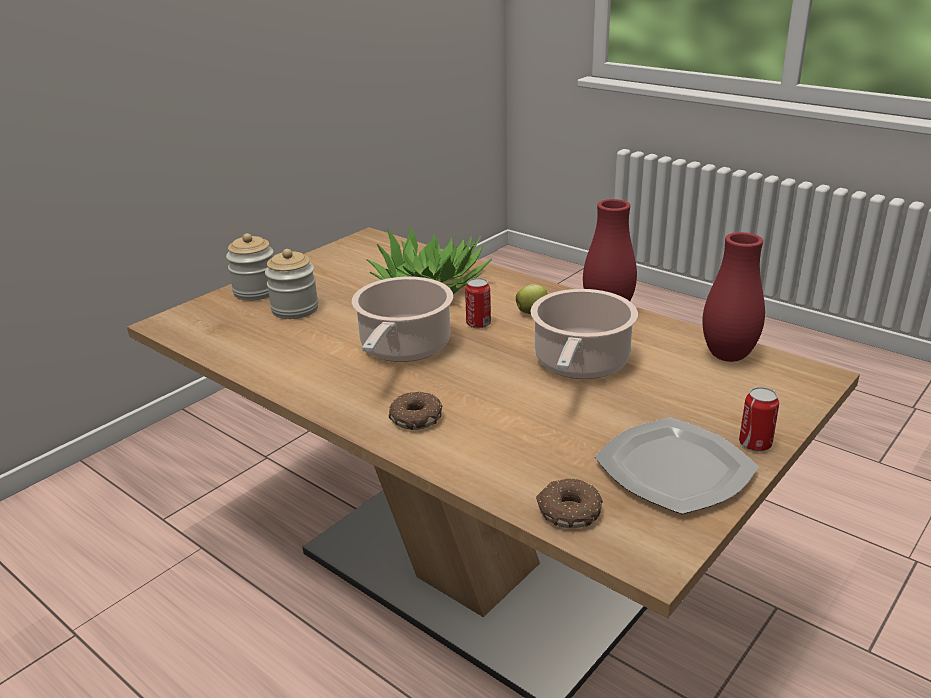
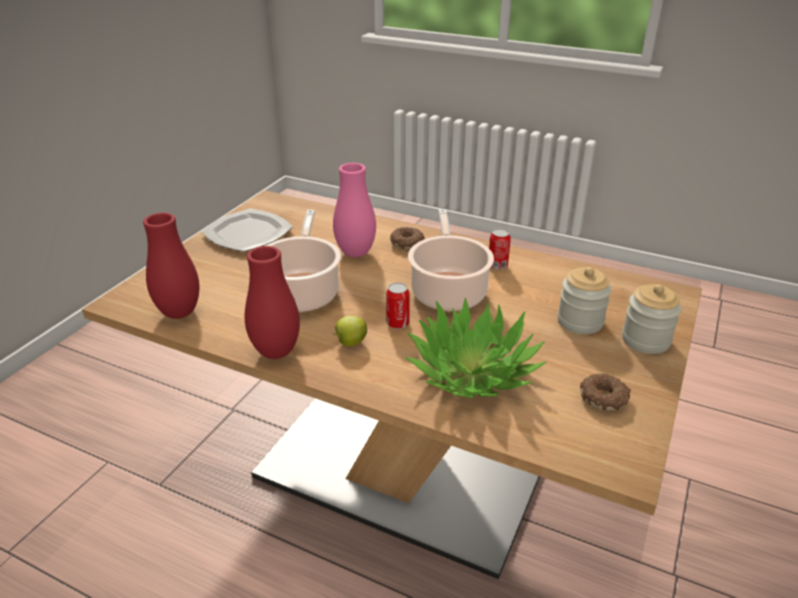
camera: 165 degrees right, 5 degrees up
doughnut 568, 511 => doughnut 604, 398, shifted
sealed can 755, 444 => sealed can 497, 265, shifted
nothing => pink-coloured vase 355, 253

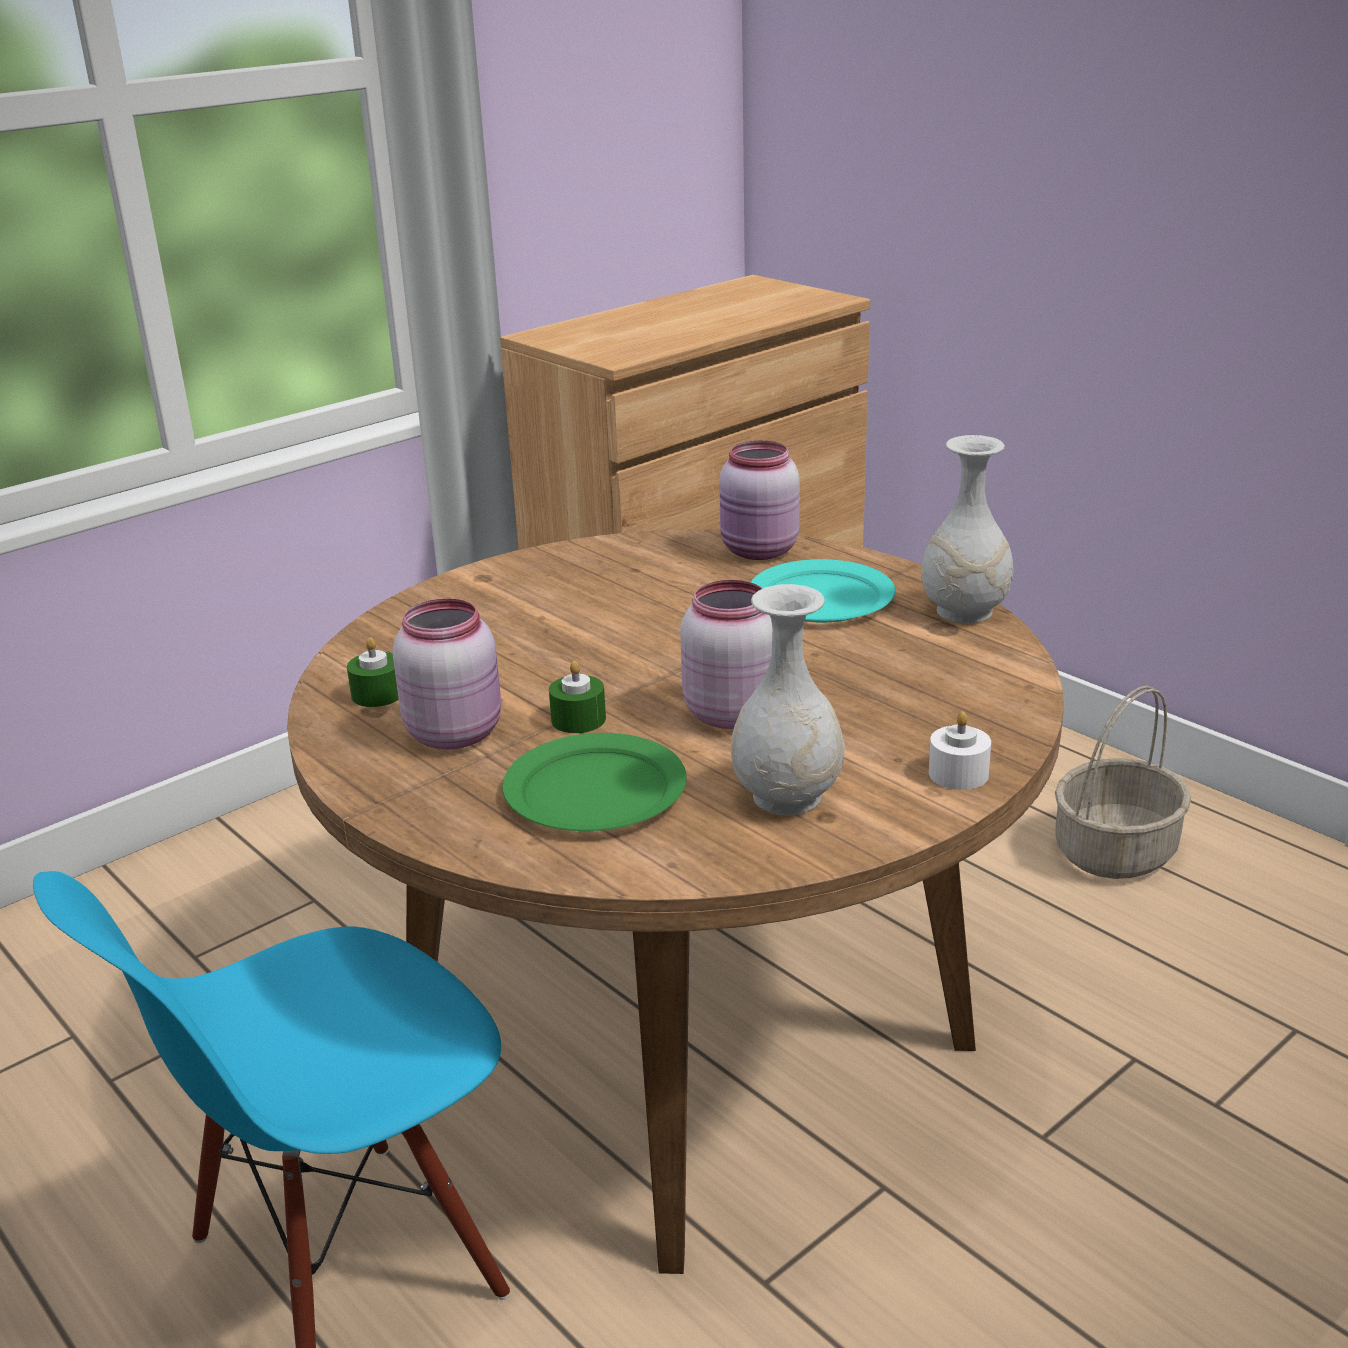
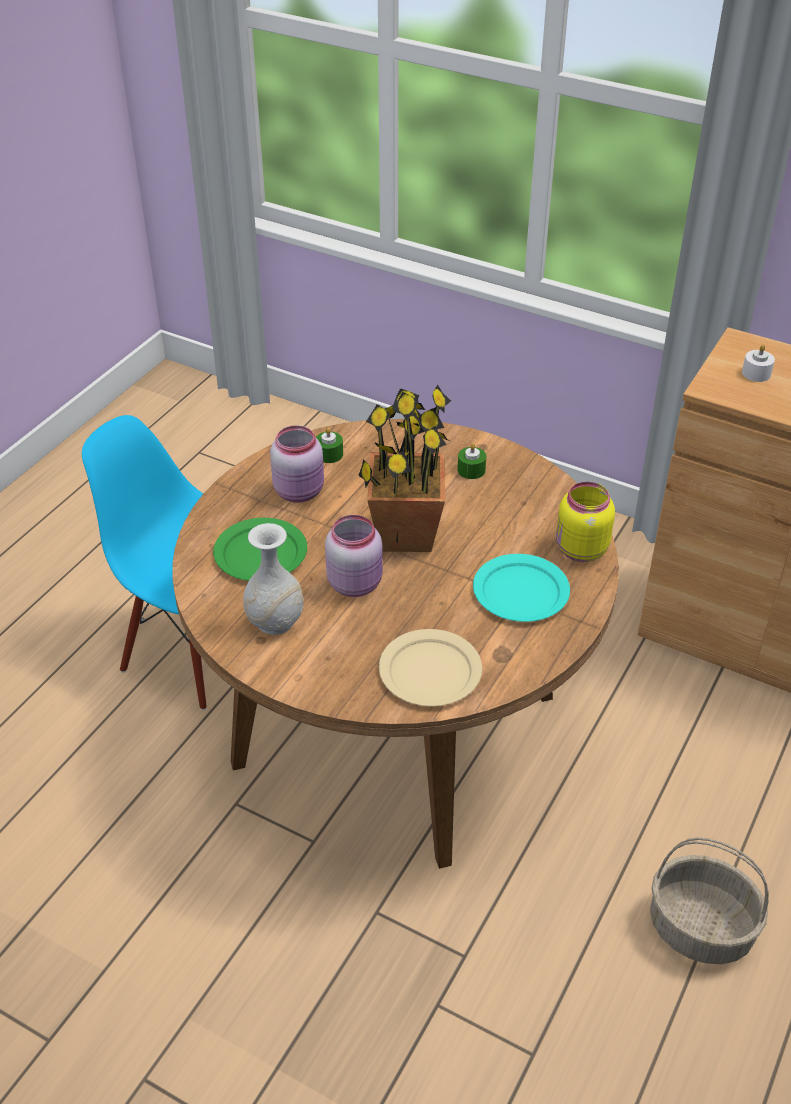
camera: 70 degrees right, 15 degrees up
green-coloured wax light 578, 719 => green-coloured wax light 471, 470, shifted
pink-coloured storage jar 760, 551 => yellowish storage jar 580, 550
whitish vase 963, 612 => nothing
whitish wax light 958, 774 => whitish wax light 756, 373, shifted
nothing => plant in a pot 405, 534
nothing => sand-coloured plate 429, 671

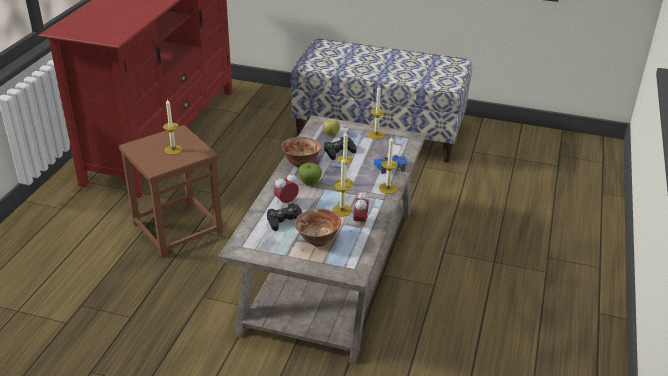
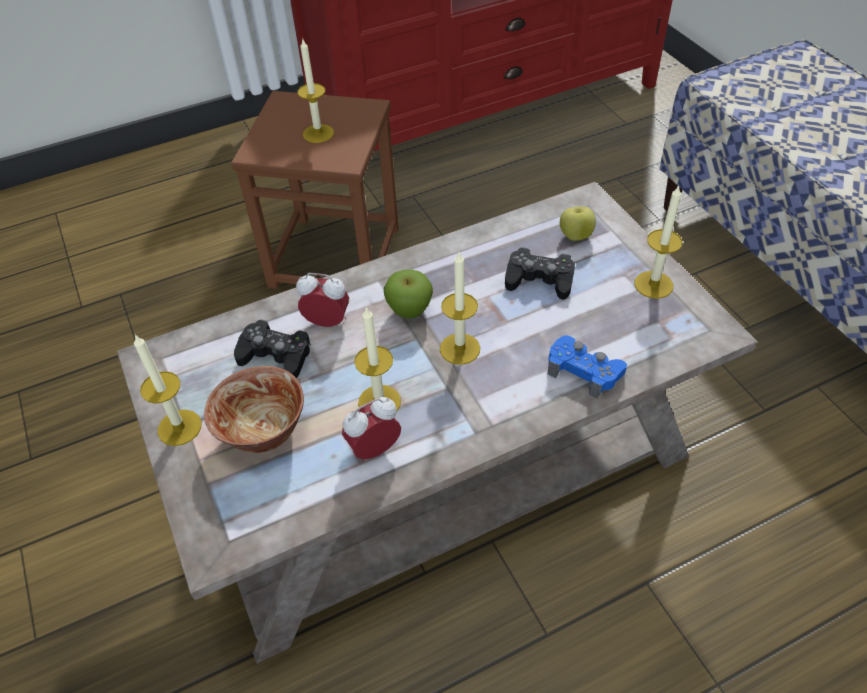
camera: 50 degrees right, 15 degrees up
bowl 301, 163 => nothing
wax light 388, 188 => wax light 179, 427, shifted

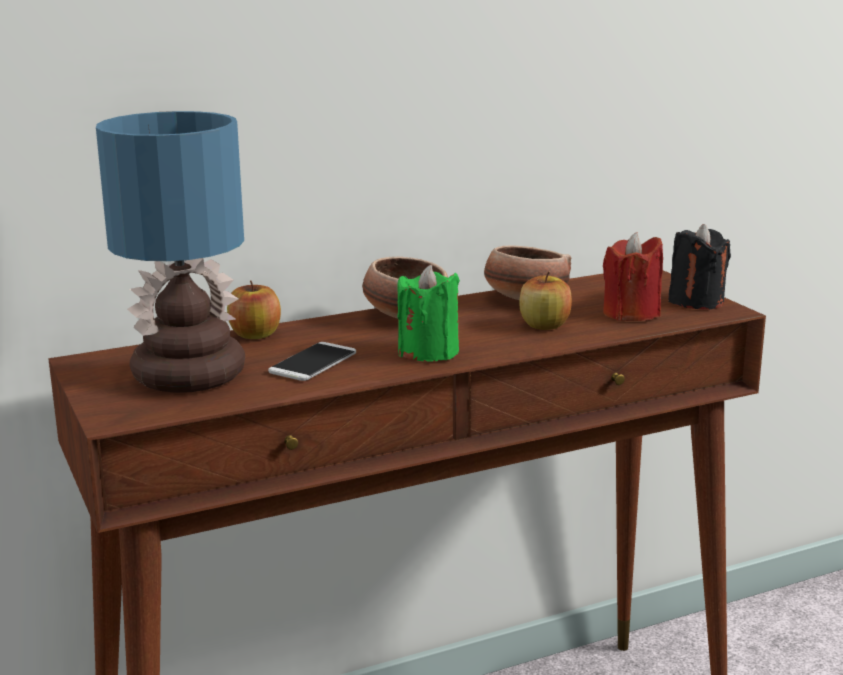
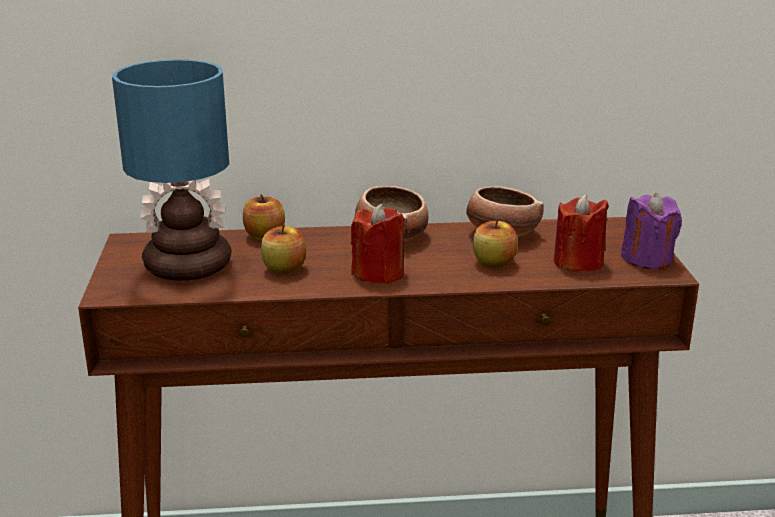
camera: 20 degrees right, 5 degrees up
telephone 313, 363 => apple fruit 284, 269
green-coloured wax light 428, 352 => reddish wax light 378, 274
blackish wax light 696, 301 => purple wax light 647, 259

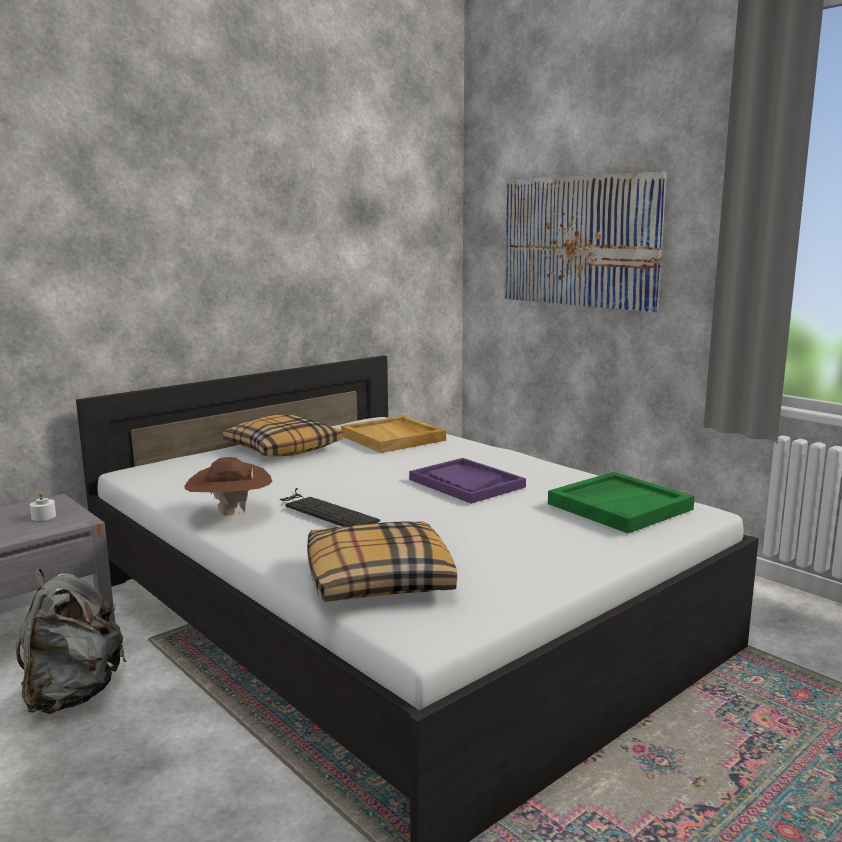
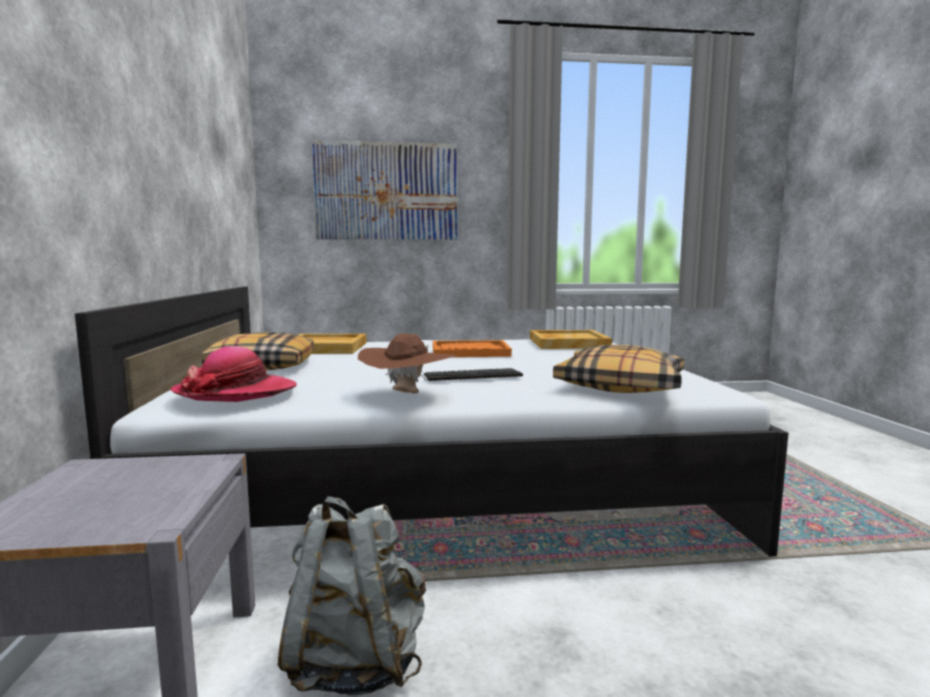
camera: 55 degrees left, 5 degrees down
whitish wax light 43, 516 => nothing
purple carrying tray 466, 483 => orange carrying tray 470, 352
green-coloured carrying tray 619, 506 => sand-coloured carrying tray 567, 343
nothing => clothing hat 236, 392

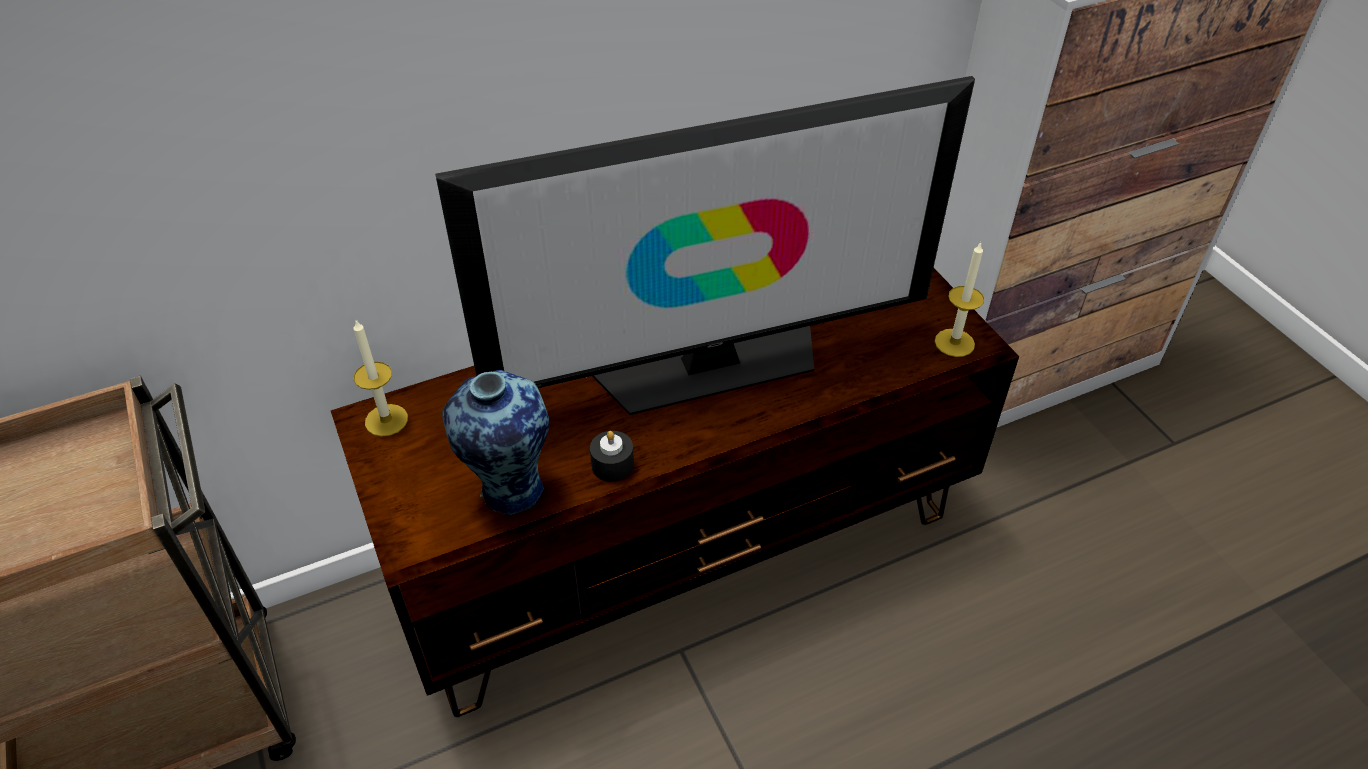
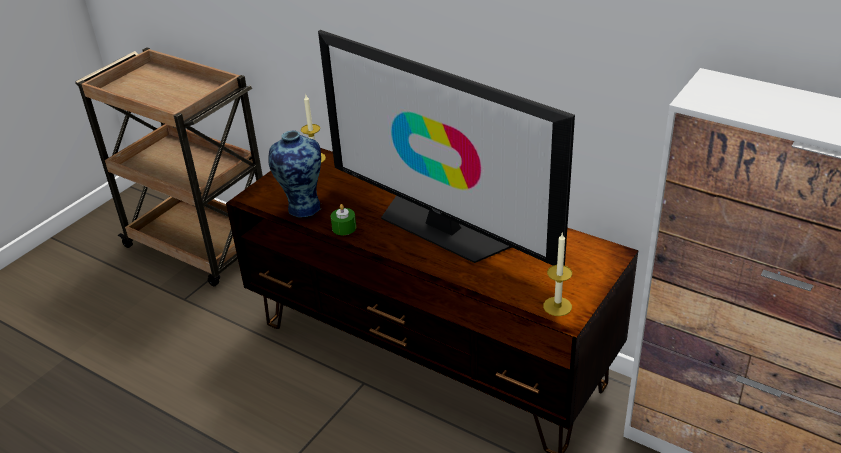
camera: 60 degrees right, 10 degrees down
blackish wax light 612, 465 => green-coloured wax light 344, 228

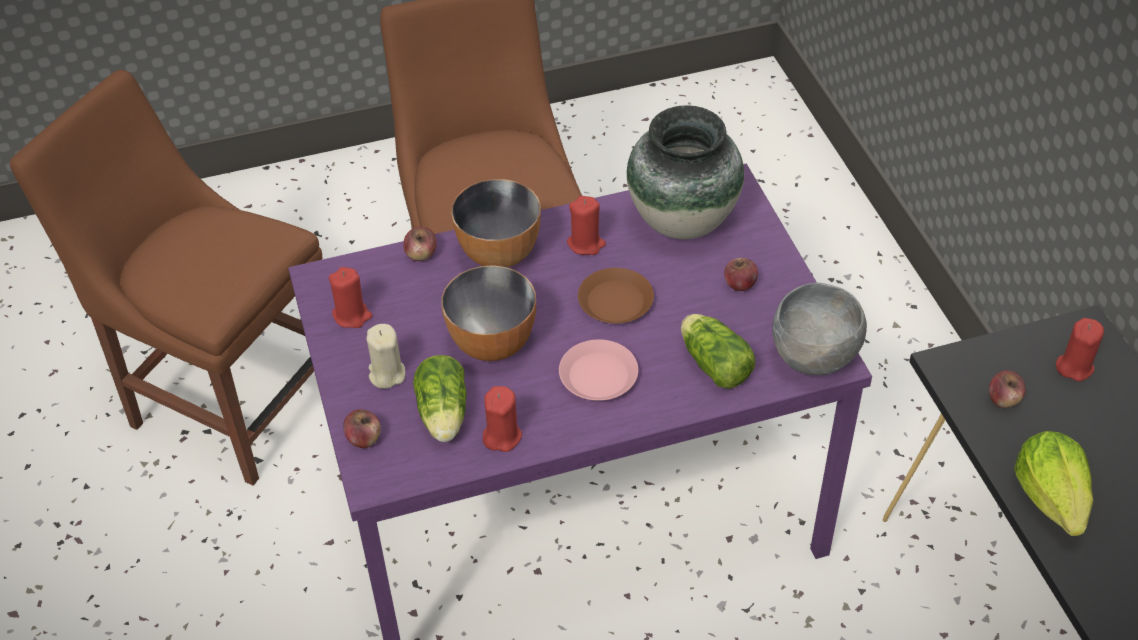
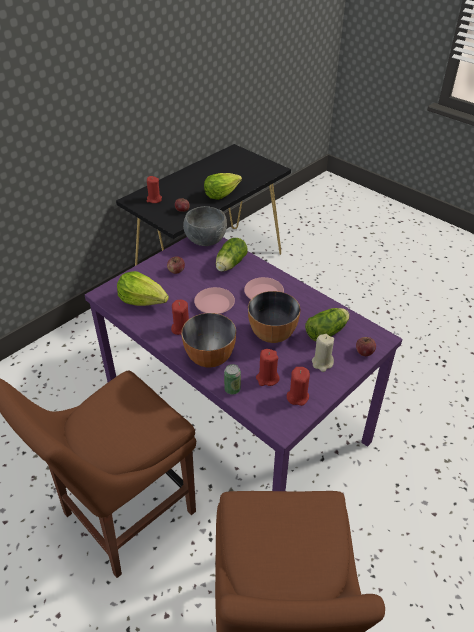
camera: 120 degrees left, 5 degrees down
apple fruit 421, 254 => sealed can 232, 389
reddish wax light 502, 436 => reddish wax light 267, 378, shifted
brownish plate 615, 302 => pink-coloured plate 214, 304
vase 683, 221 => head of lettuce 143, 300

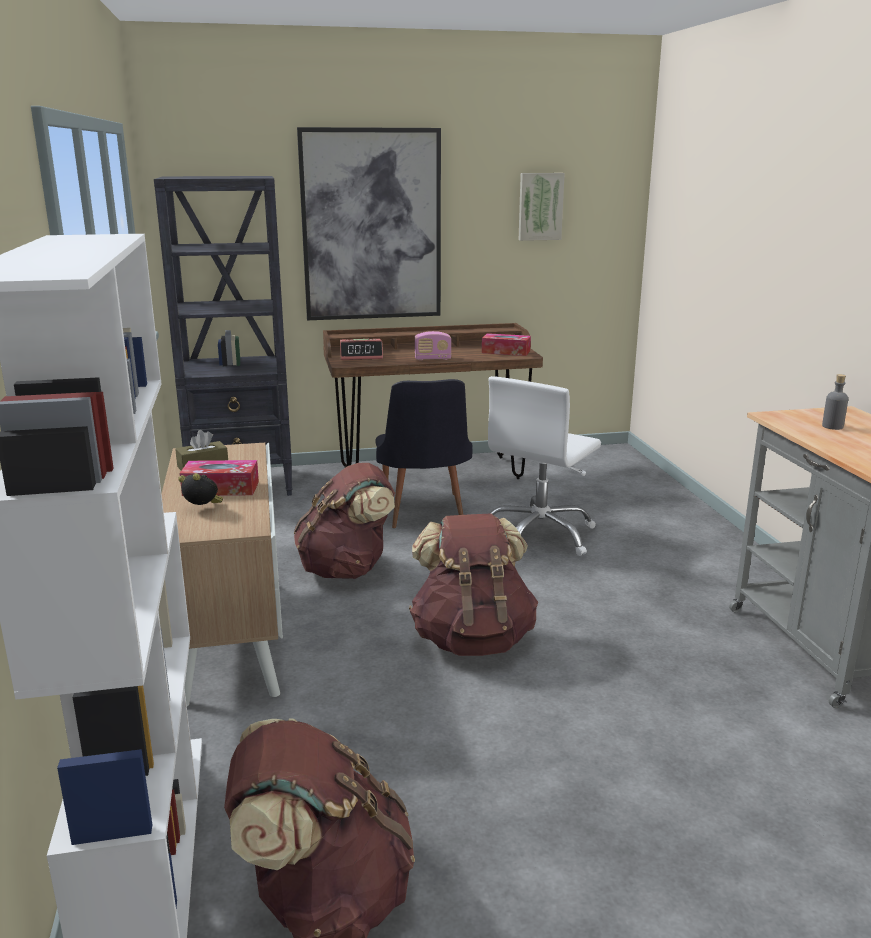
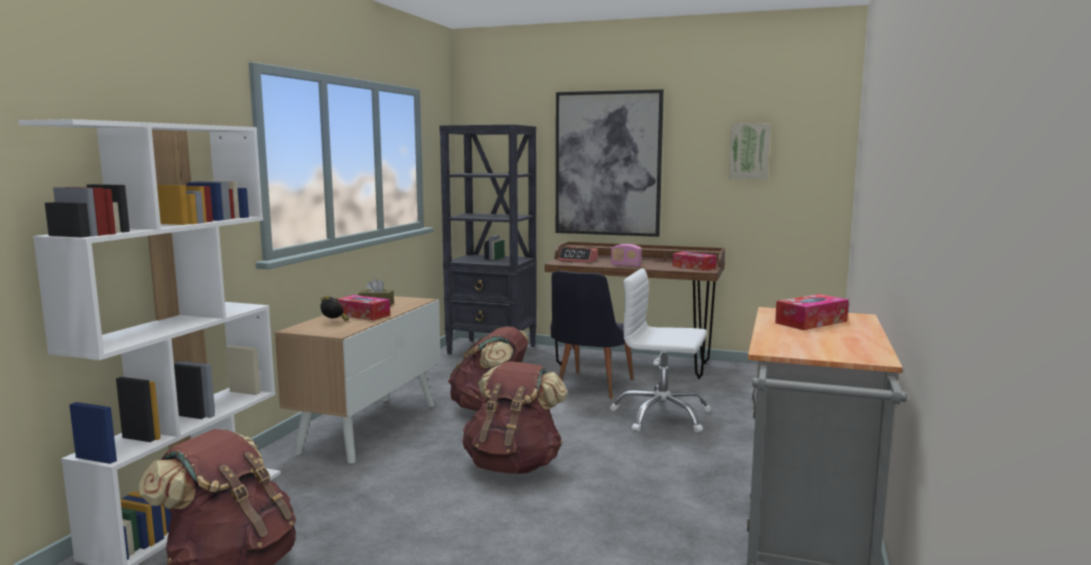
camera: 30 degrees right, 10 degrees down
whitish office chair 540, 535 => whitish office chair 661, 416, 45 degrees clockwise
greyish beverage bottle 832, 426 => box of tissues 811, 322

